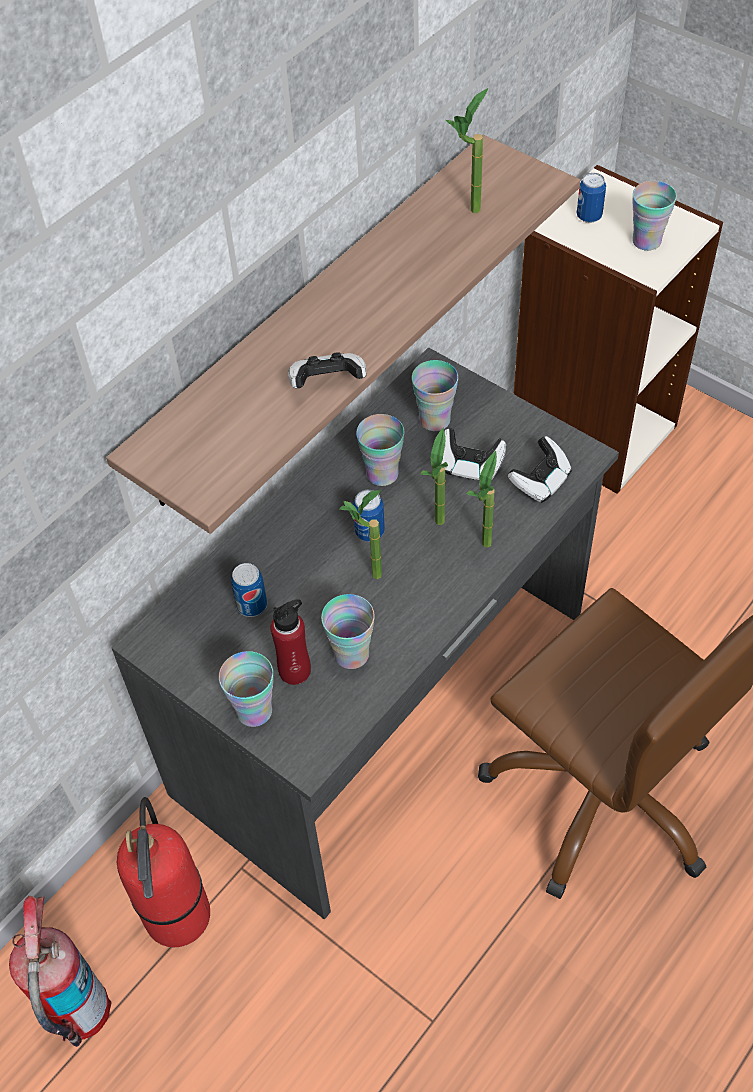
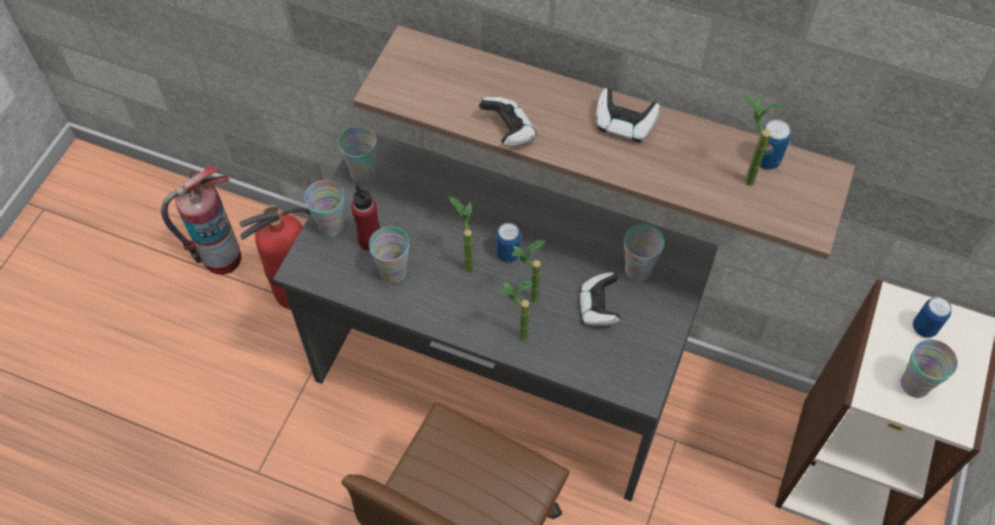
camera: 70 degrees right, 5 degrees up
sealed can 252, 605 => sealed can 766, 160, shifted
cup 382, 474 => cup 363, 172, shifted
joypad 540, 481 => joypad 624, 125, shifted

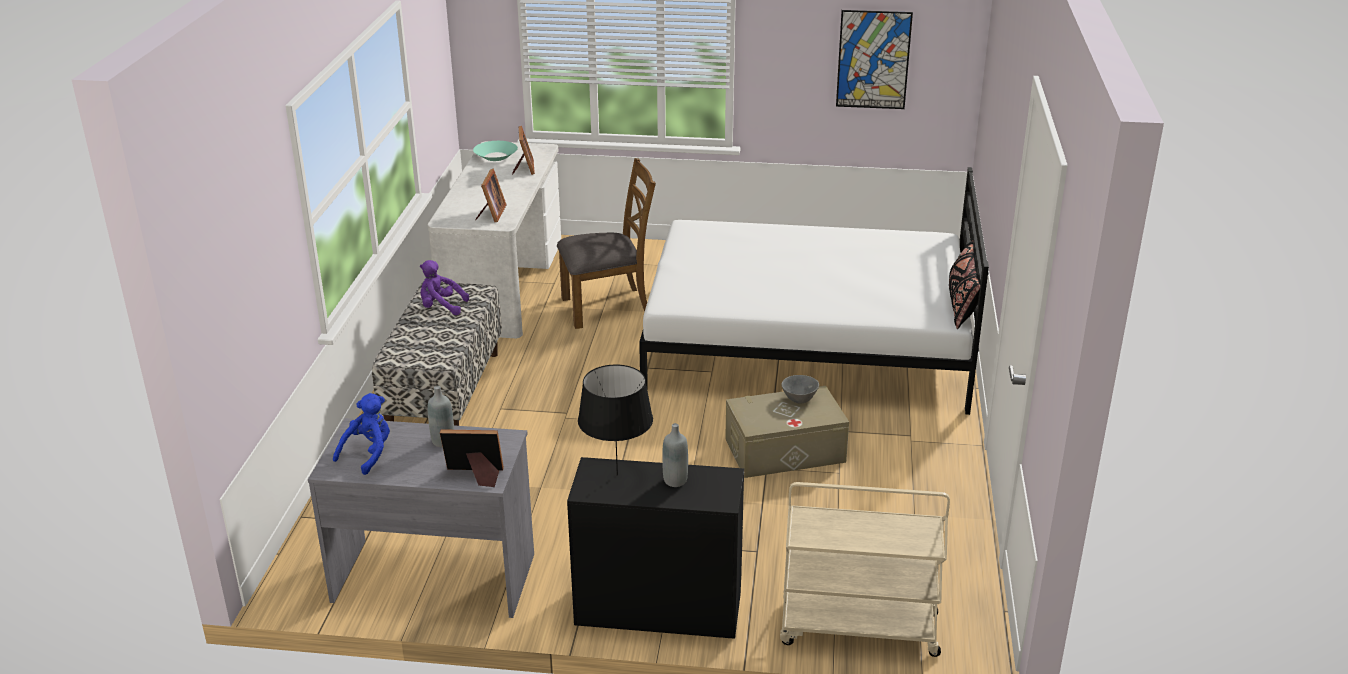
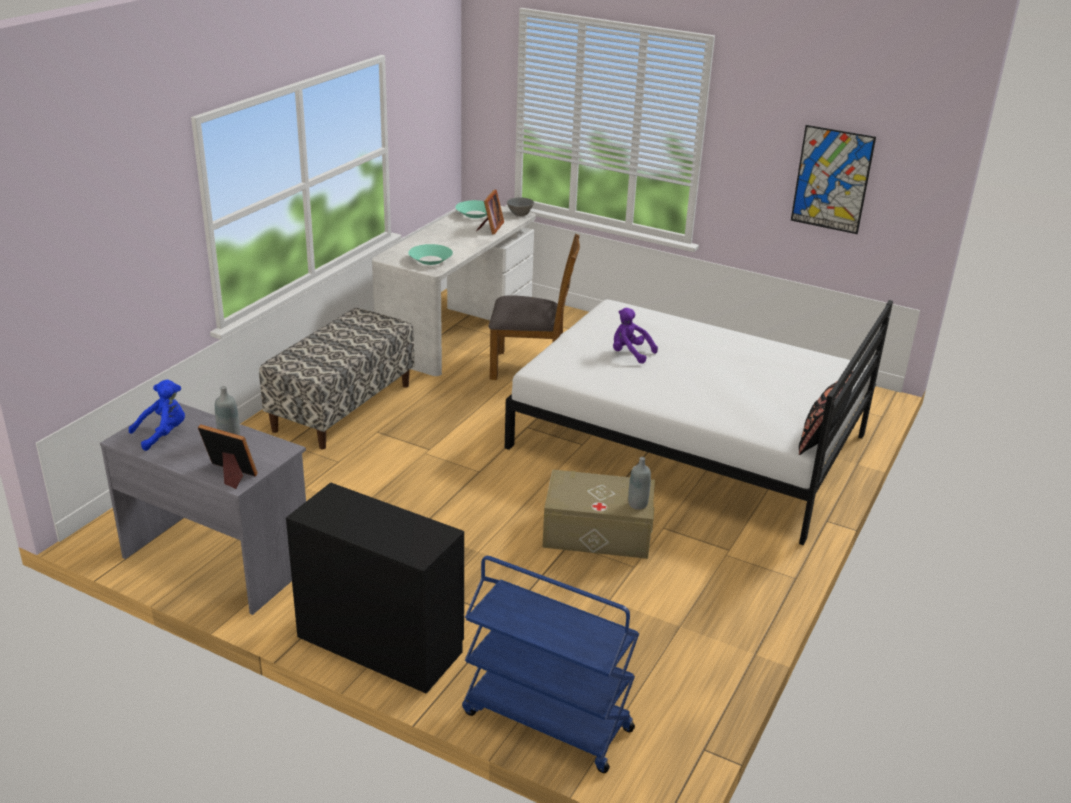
camera: 20 degrees right, 0 degrees up
purple plush toy 441, 307 => purple plush toy 630, 353, shifted
photo frame 491, 214 => blue-green bowl 430, 260
blackish lamp for a table 617, 475 => nothing
greyish beverage bottle 675, 480 => greyish beverage bottle 637, 504, shifted
sand-coloured trolley 857, 629 => blue-coloured trolley 545, 721
greyish bowl 799, 398 => greyish bowl 520, 213, shifted

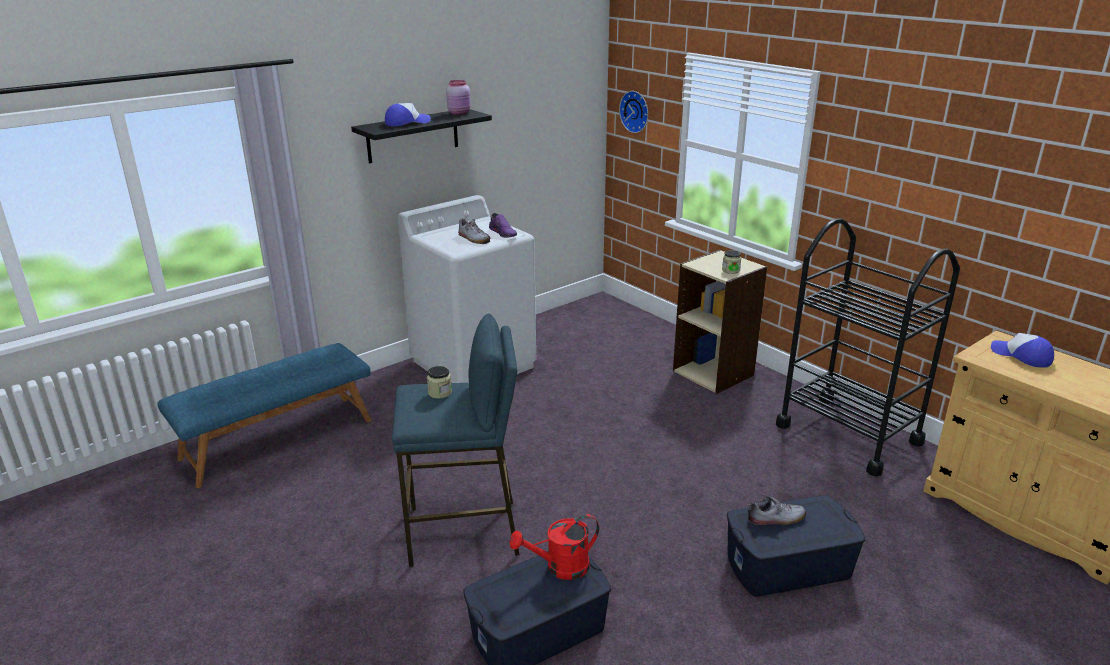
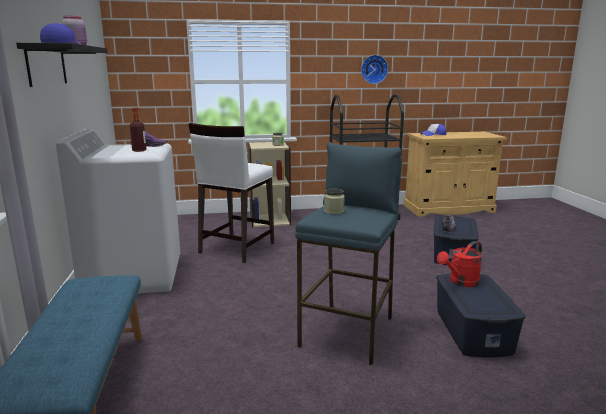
camera: 60 degrees left, 10 degrees down
item of footwear 474, 239 => beverage bottle 139, 150
reddish sprinkling can 560, 568 => reddish sprinkling can 460, 282, 45 degrees clockwise
clock on the wall 636, 111 => clock on the wall 373, 69, shifted
nothing => whitish stool seat 236, 248

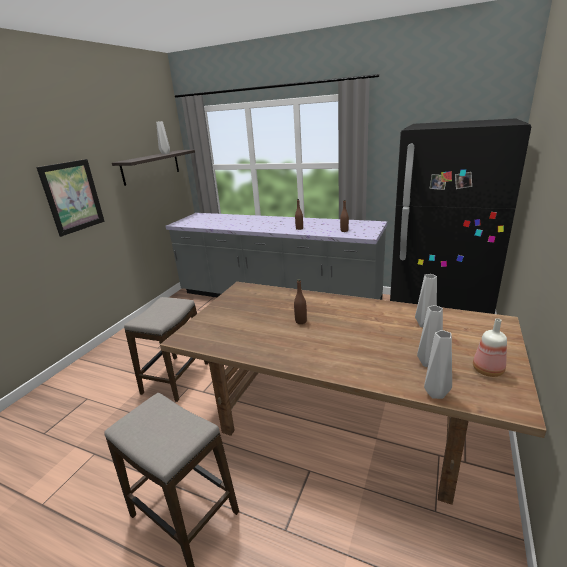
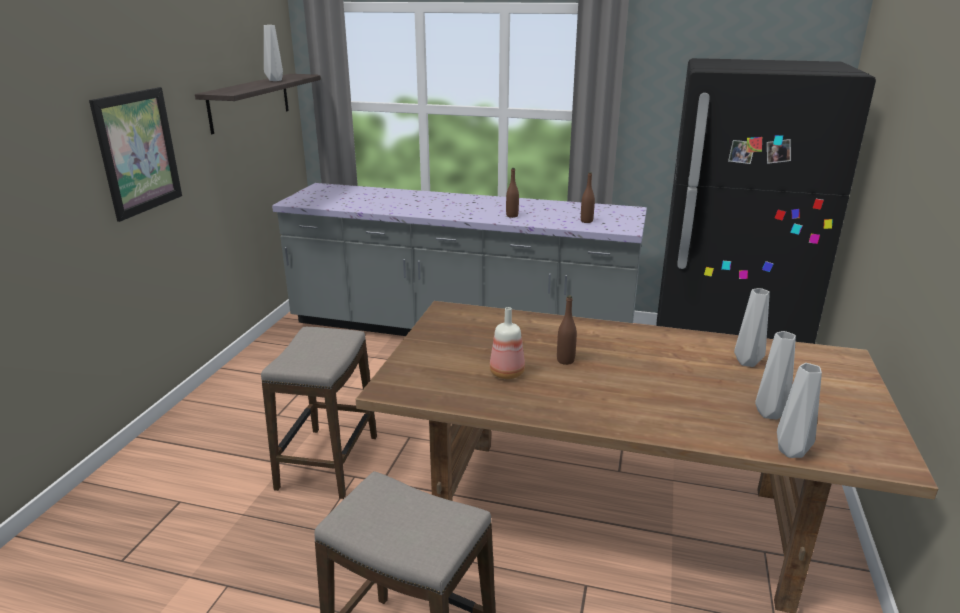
camera: 10 degrees left, 0 degrees up
beverage bottle 486, 370 => beverage bottle 506, 373, shifted

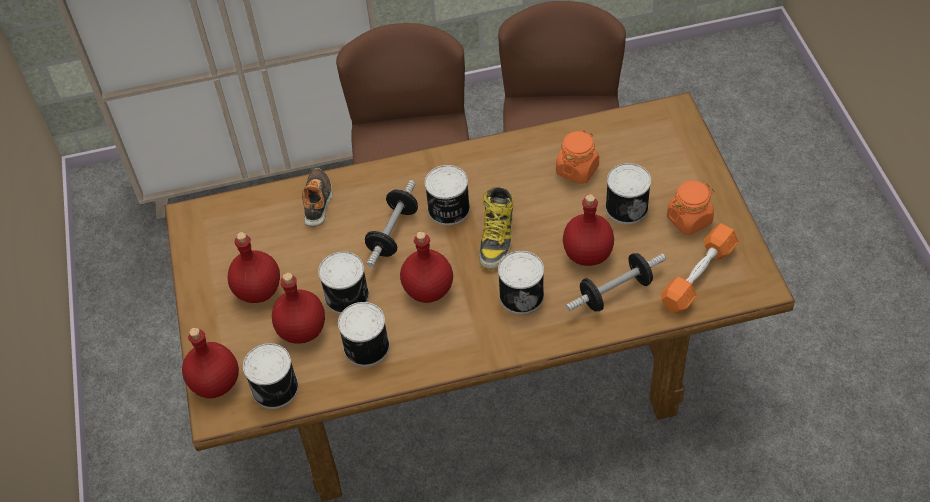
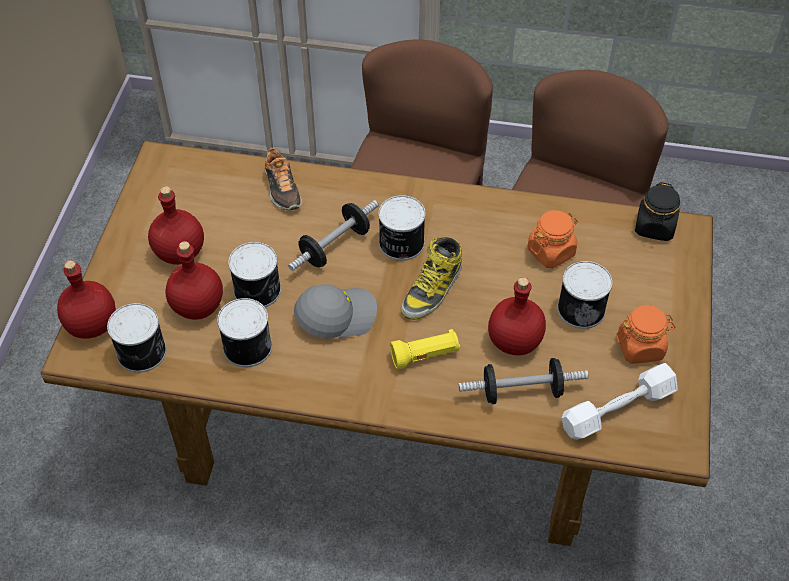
camera: 20 degrees right, 0 degrees up
item of footwear 318, 201 => item of footwear 282, 189, 135 degrees clockwise
reddish beverage bottle 427, 290 => greyish cap 336, 315
sealed can 521, 294 => yellowish hand torch 425, 356
orange dumbbell 698, 276 => whitish dumbbell 618, 409
nothing => blackish storage jar 654, 227

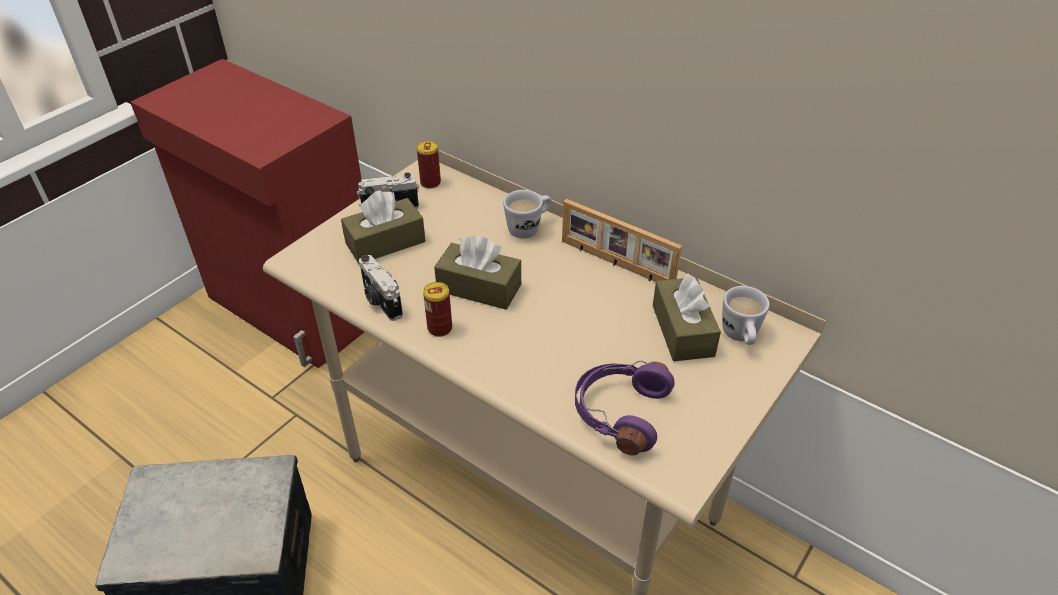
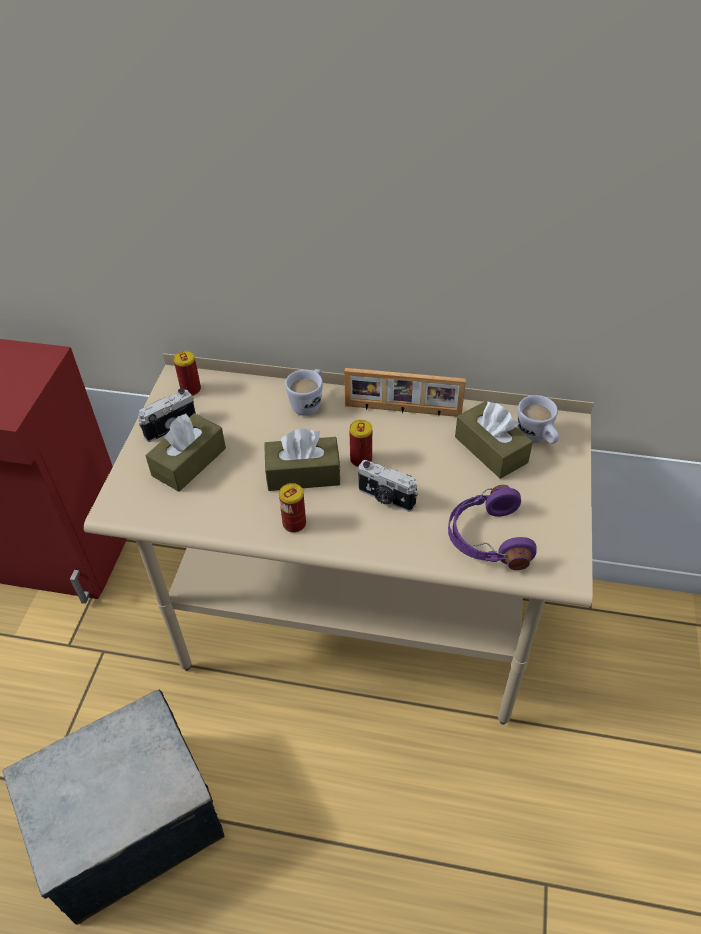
camera: 25 degrees left, 5 degrees up
still camera 381, 301 => still camera 386, 498, shifted
nothing => sealed can 361, 460

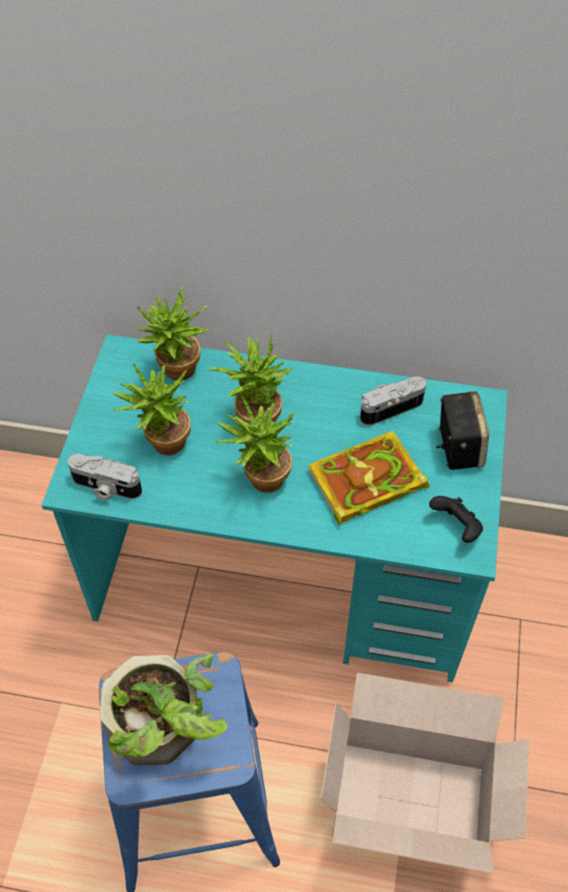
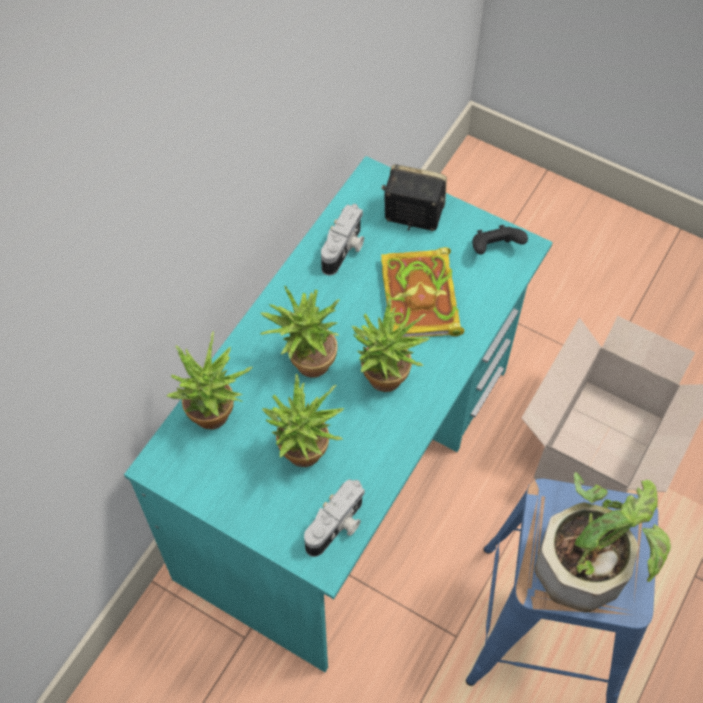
camera: 70 degrees left, 5 degrees up
still camera 389, 407 => still camera 344, 249, 150 degrees counterclockwise

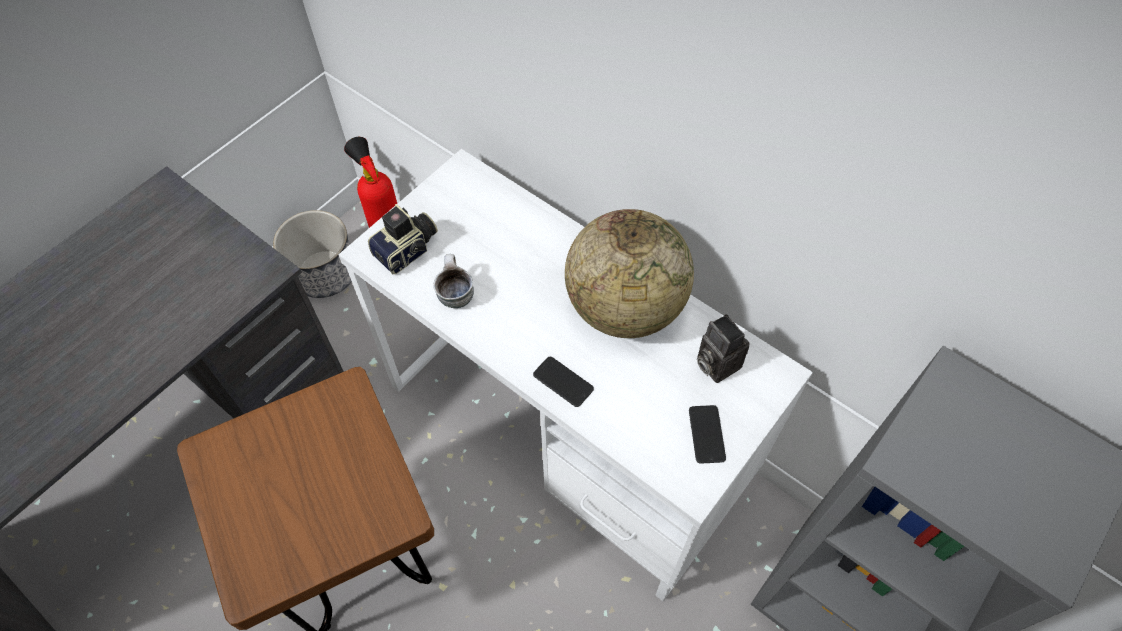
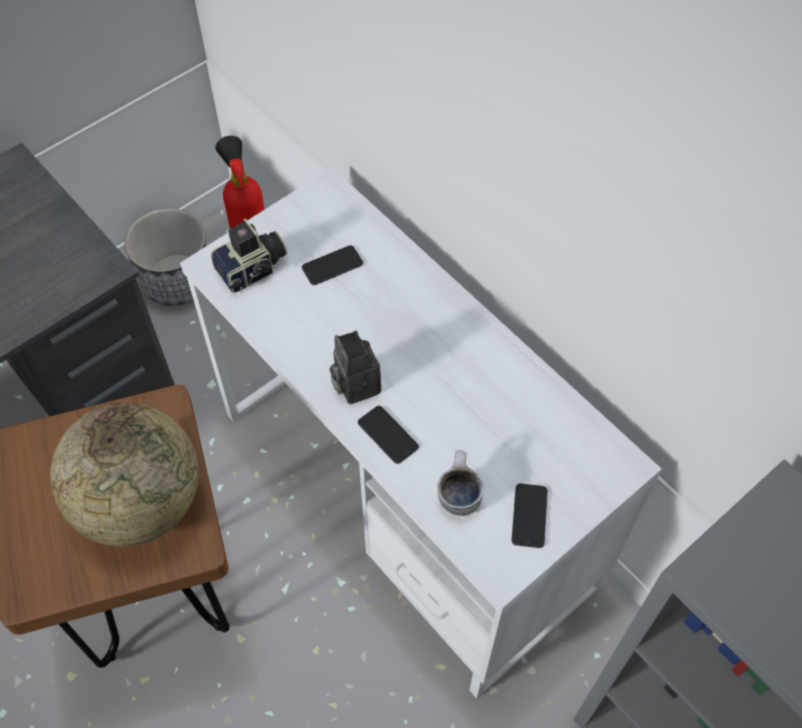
camera: 10 degrees right, 0 degrees up
coffee mug 454, 293 => coffee mug 457, 494, shifted
globe 624, 308 => globe 140, 503, shifted
still camera 715, 363 => still camera 354, 384, shifted
nothing => telephone 332, 266

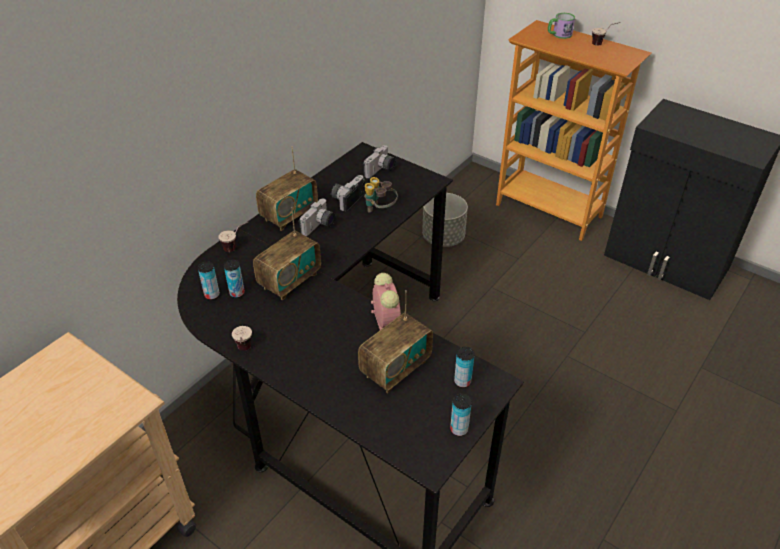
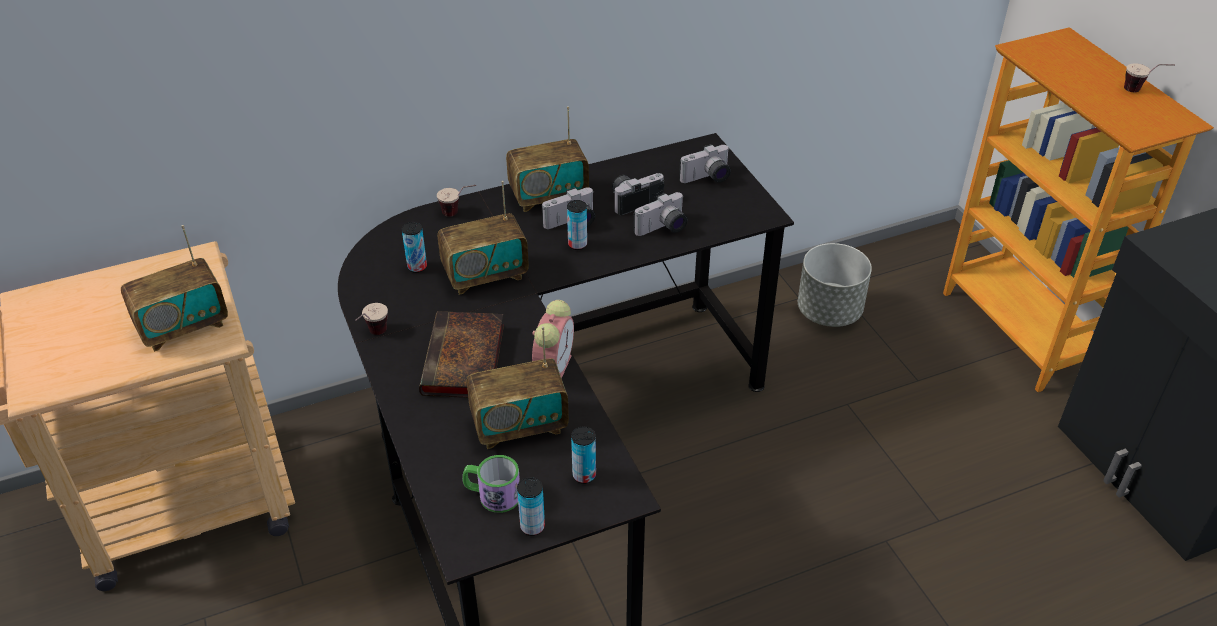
camera: 30 degrees right, 0 degrees up
sealed can 212, 295 => sealed can 577, 244, shifted
field glasses 380, 210 => still camera 663, 229
coffee mug 559, 35 => coffee mug 492, 495, shifted
nothing => radio 183, 327
nothing => book 464, 362

